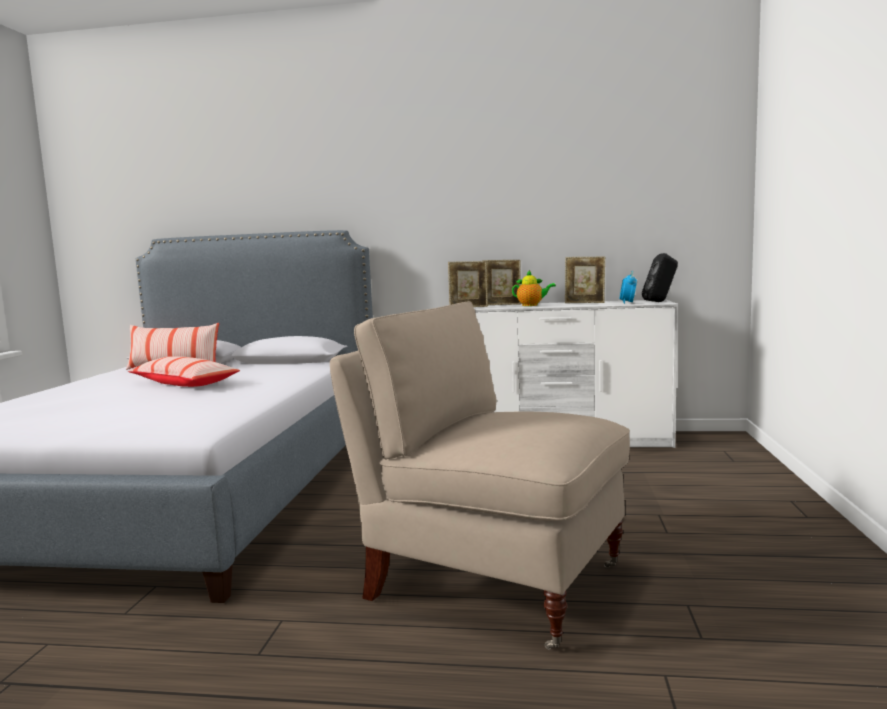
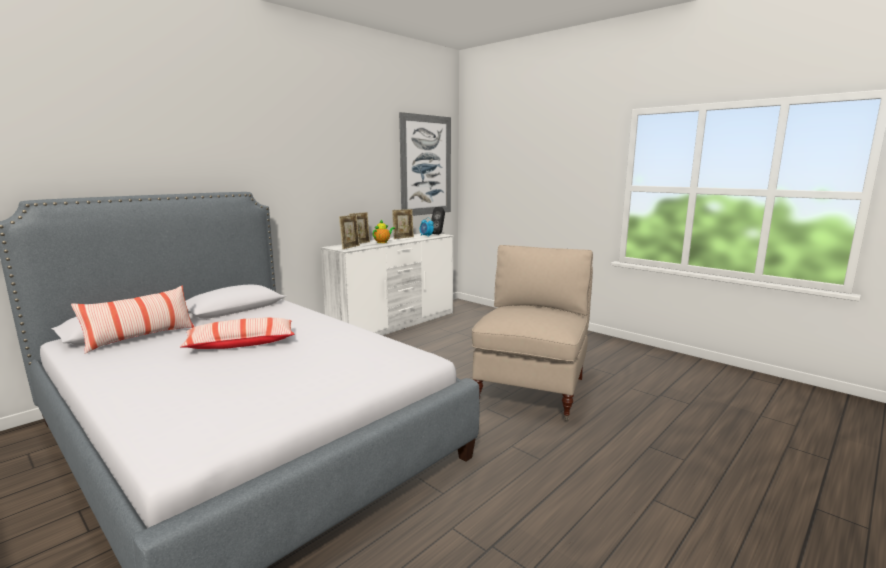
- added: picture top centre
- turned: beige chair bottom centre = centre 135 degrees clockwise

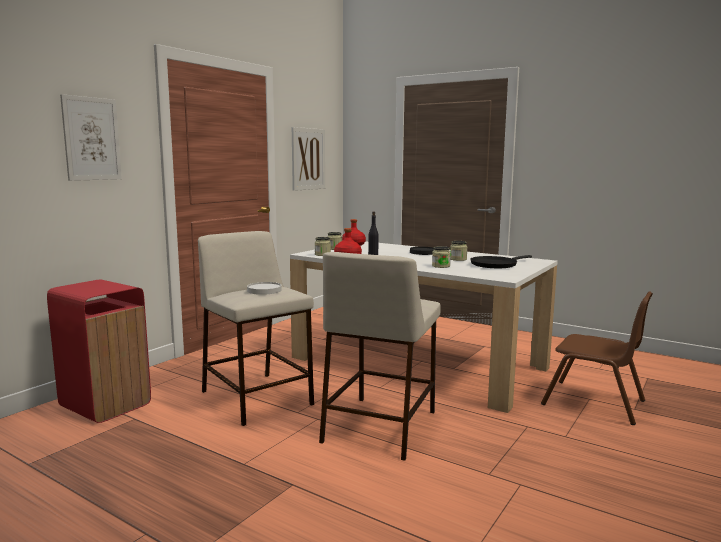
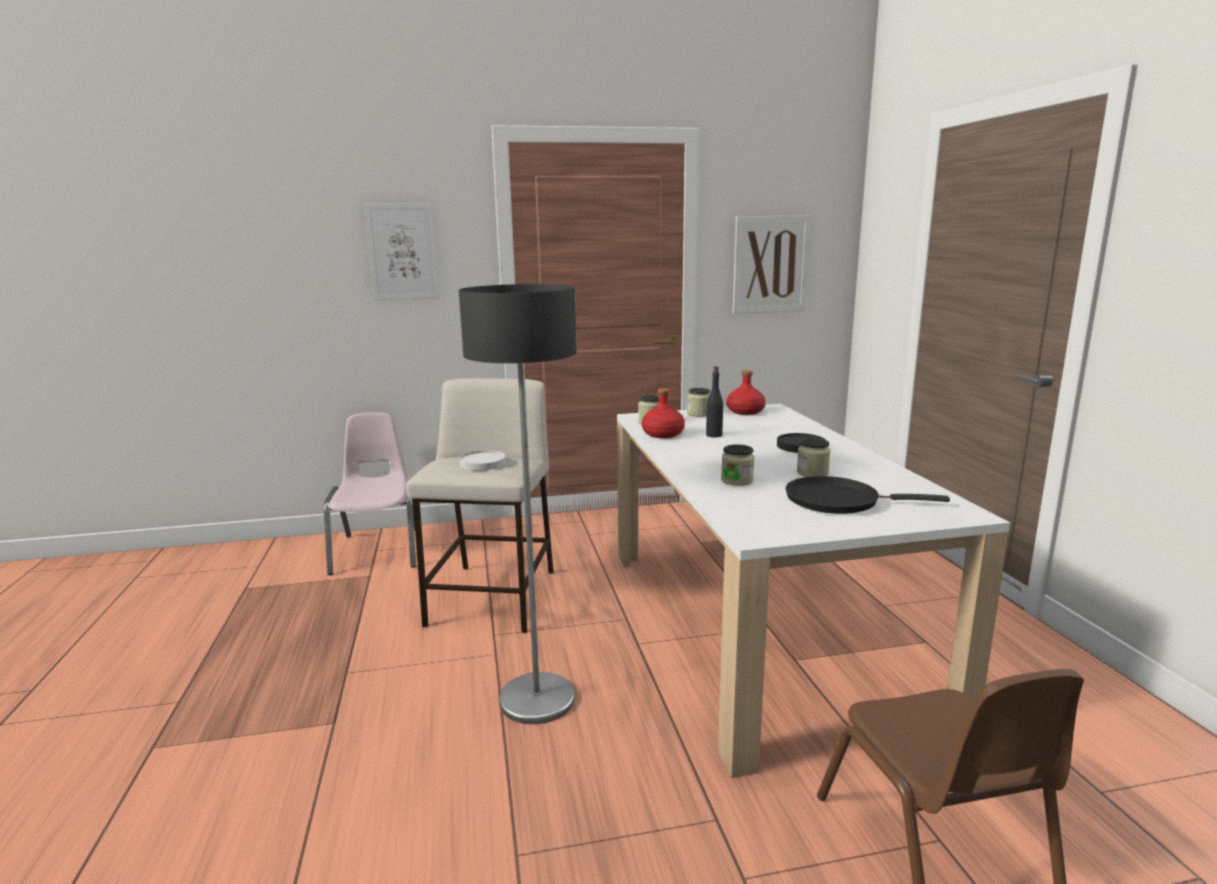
- replaced: red trash can middle left to pink chair middle left
- replaced: beige stool (2nd from left) centre to floor lamp centre

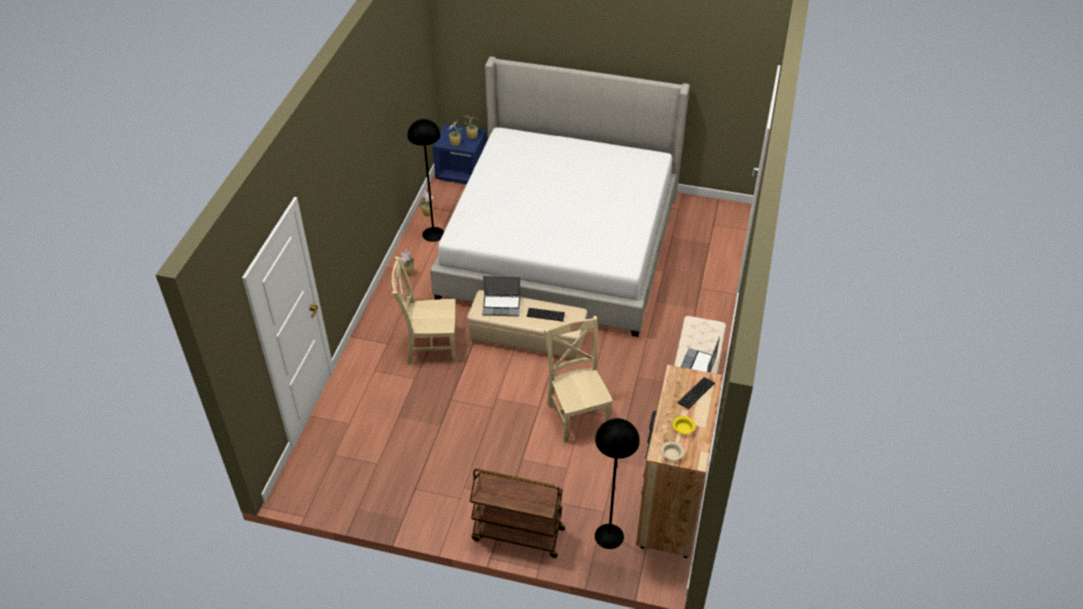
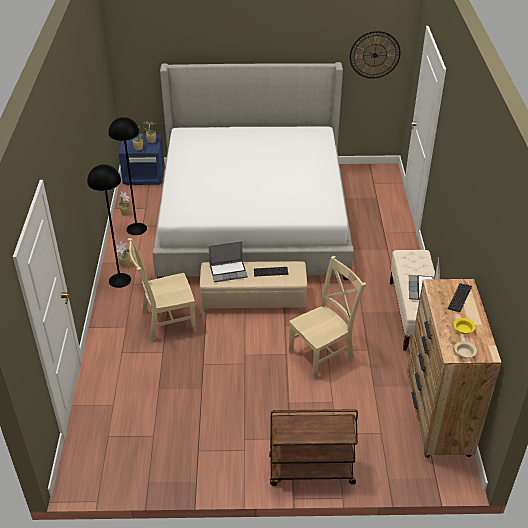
- moved: black floor lamp (2nd from left in the first image) bottom centre to black floor lamp (1st from left) middle left
- turned: beige chair (2nd from left) centre = centre 90 degrees clockwise
- added: wall clock top right

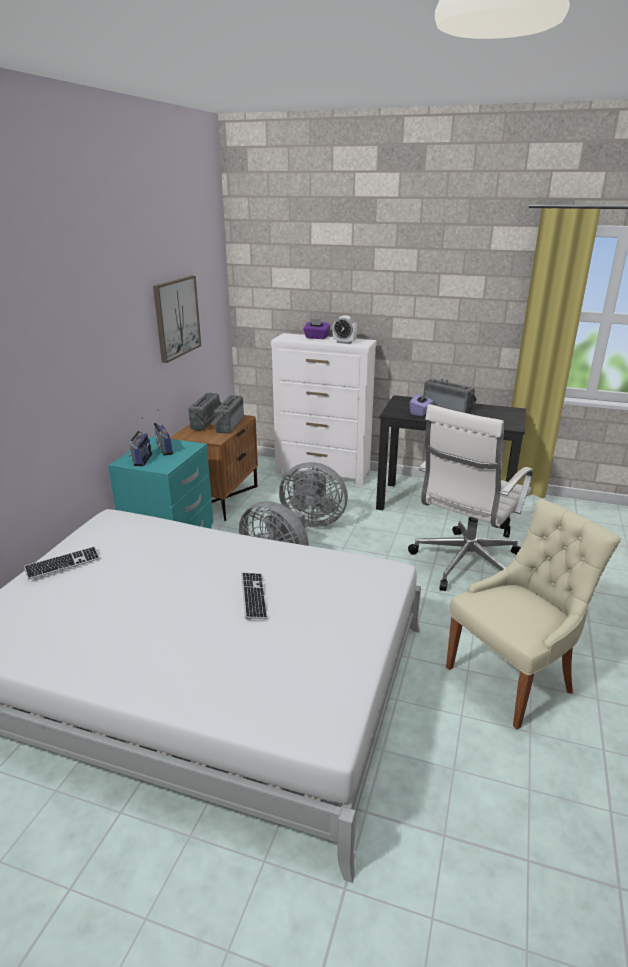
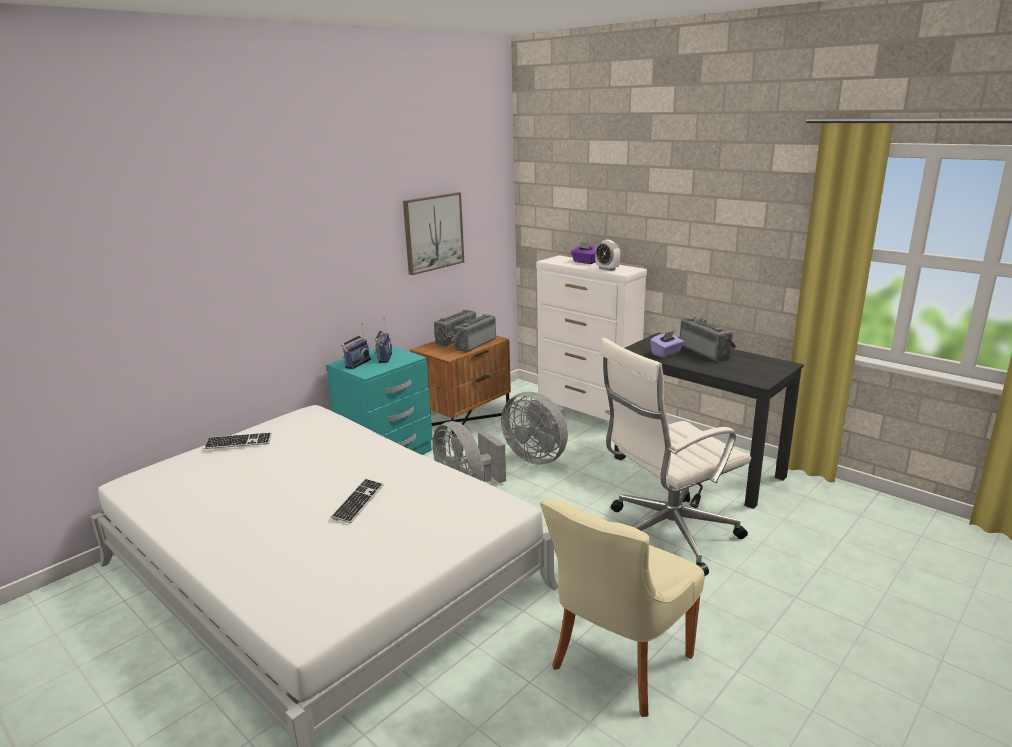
- turned: beige chair middle right = bottom centre 135 degrees clockwise

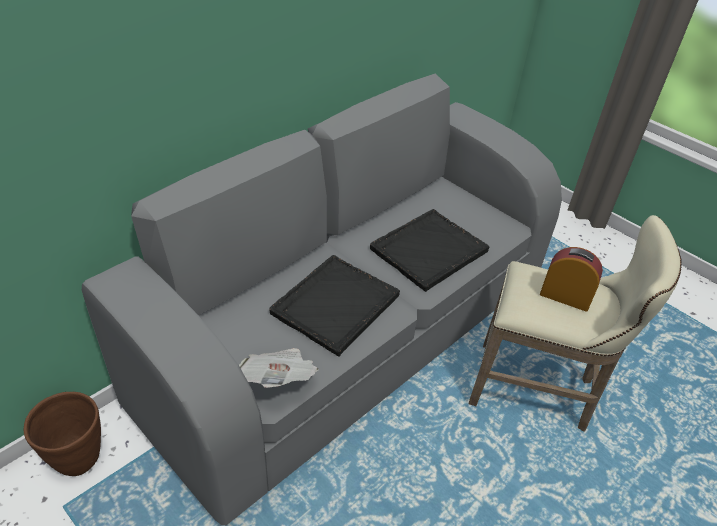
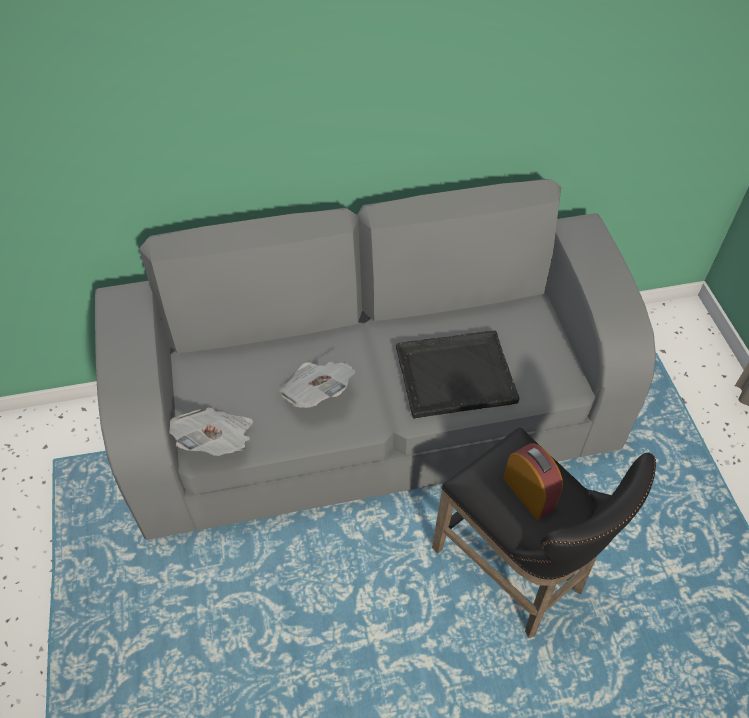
- replaced: black tray (1st from left) centre to newspaper (2nd from left) centre
- recoloured: beige stool middle right to black stool bottom right
- removed: brown planter bottom left

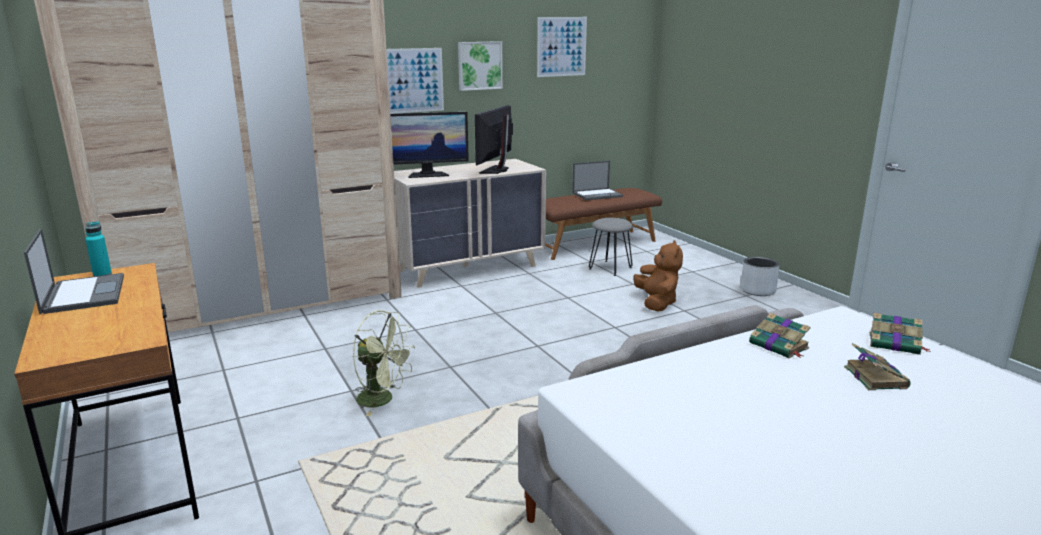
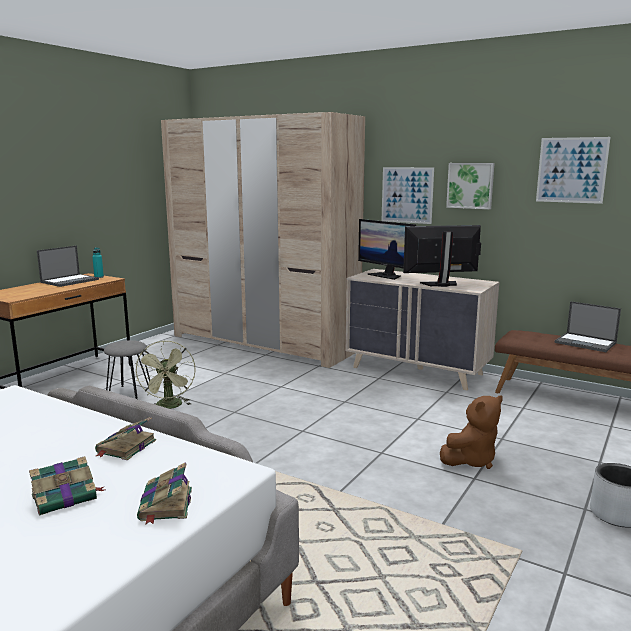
- moved: grey stool centre to middle left

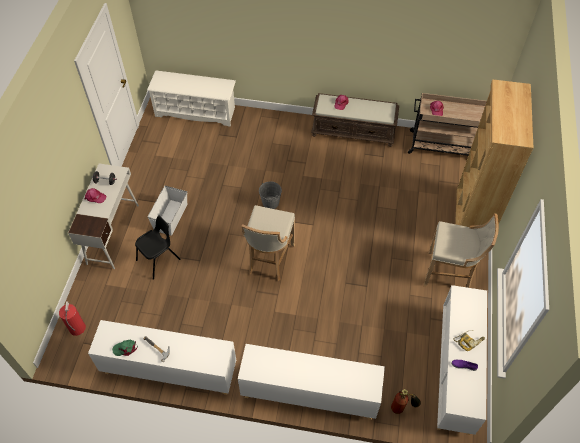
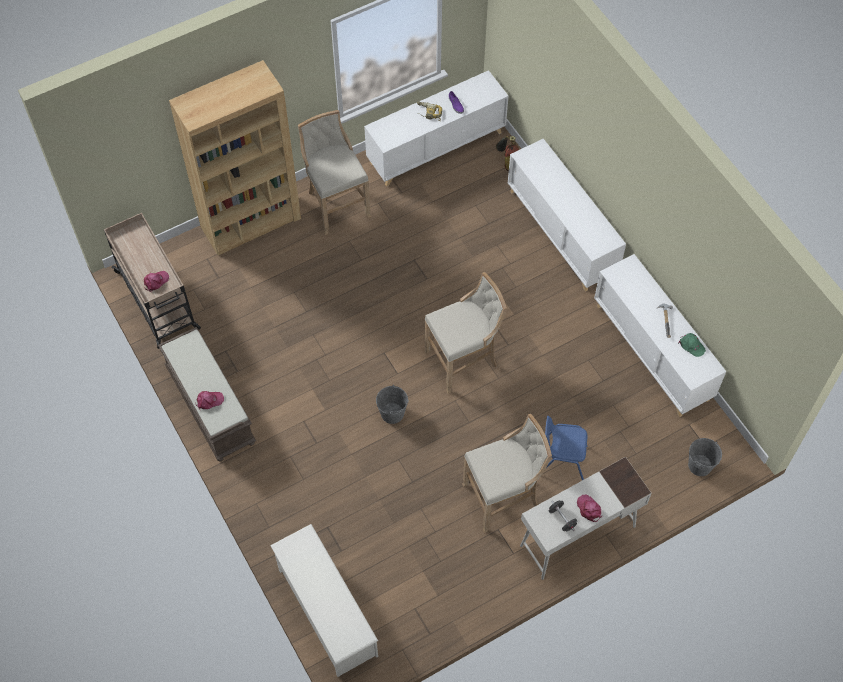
- replaced: white storage box middle left to beige stool (3rd from left) bottom centre
- recoloured: black chair middle left to blue chair middle right
- replaced: fire extinguisher (1st from left) bottom left to grey bucket (2nd from left) bottom right

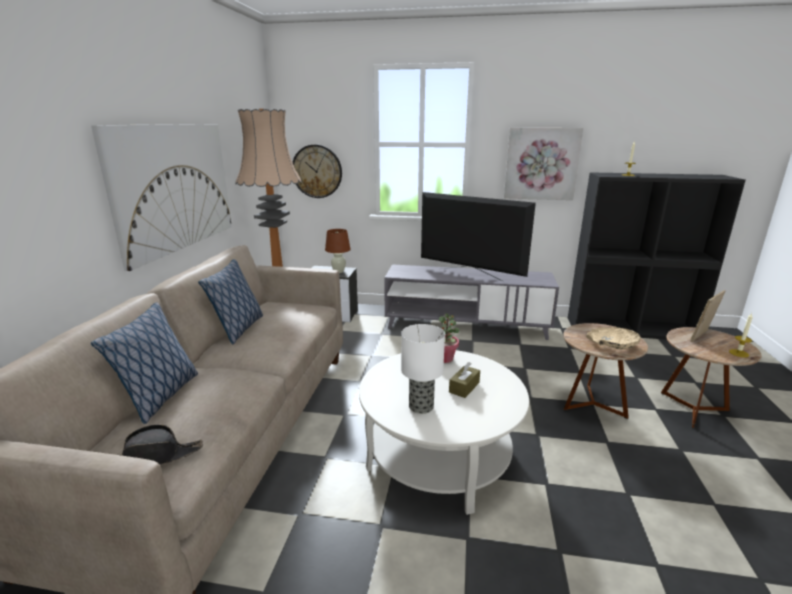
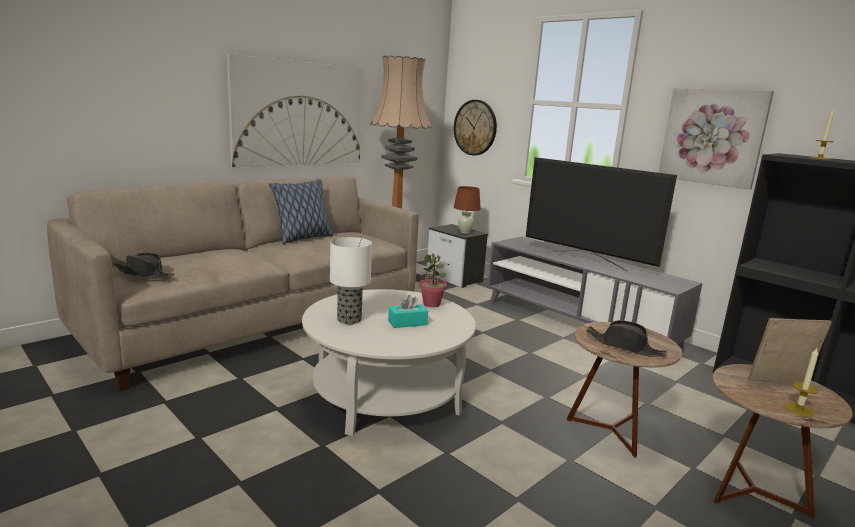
- recoloured: brown tissue box centre to turquoise tissue box centre
- turned: television centre = middle right 150 degrees clockwise
- replaced: beige bowl middle right to black hat (2nd from left) middle right
- removed: pillow (1st from left) middle left

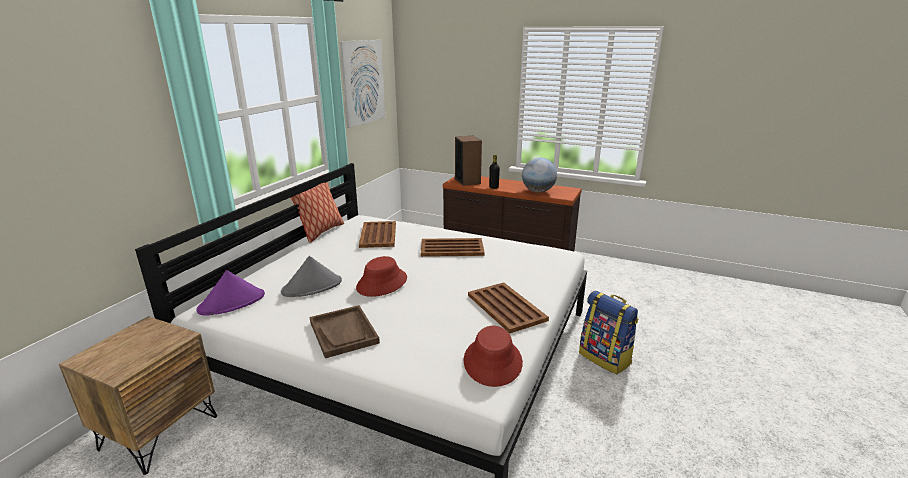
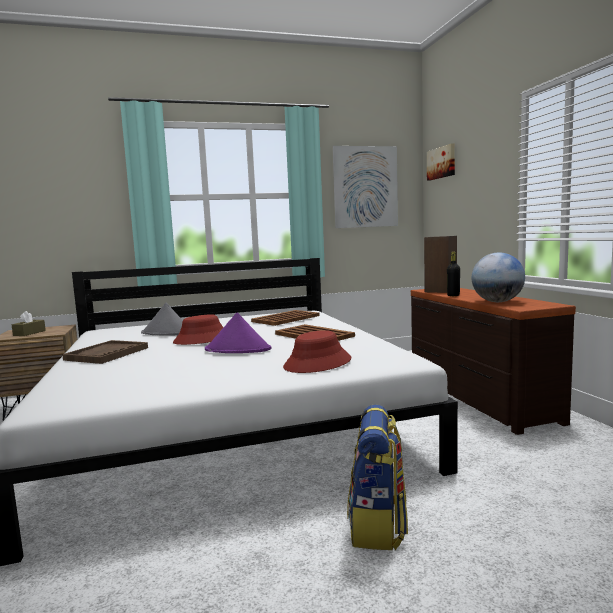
- added: brown tissue box middle left
- moved: purple hat middle left to centre
- moved: red hat (2nd from left) bottom centre to centre
- added: picture (2nd from left) top right
- removed: pillow centre
- removed: brown tray (4th from left) centre

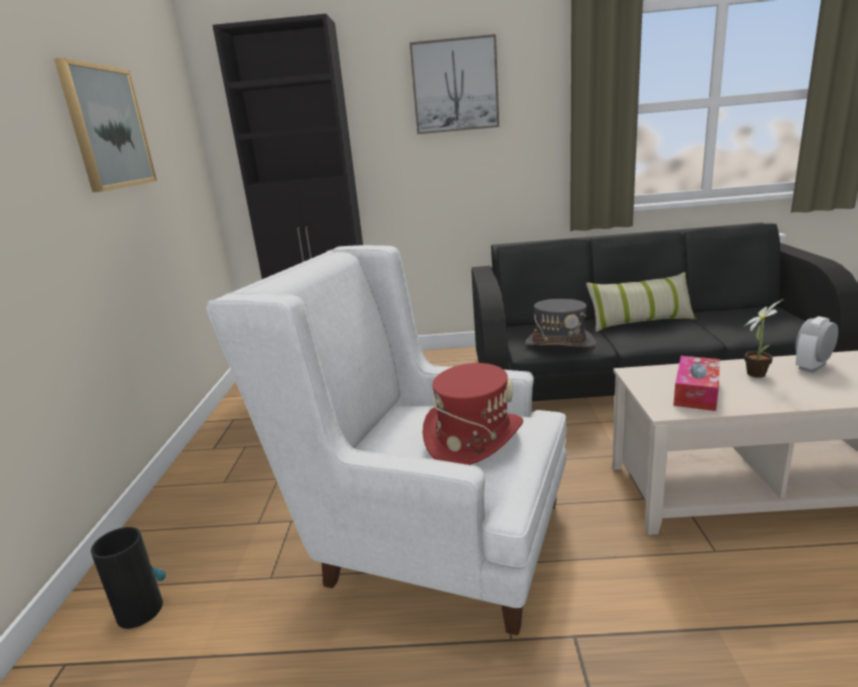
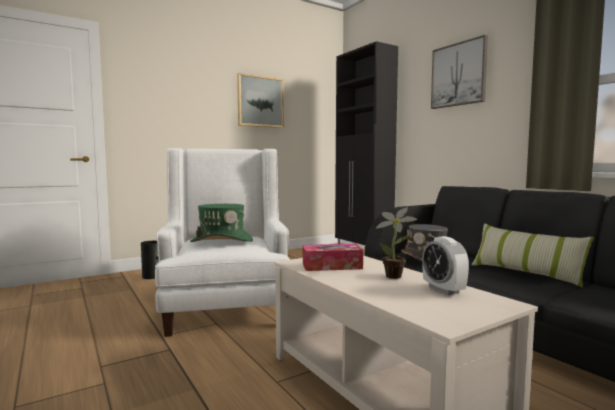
- recoloured: red hat centre to green hat centre
- turned: alarm clock middle right = middle right 135 degrees counterclockwise

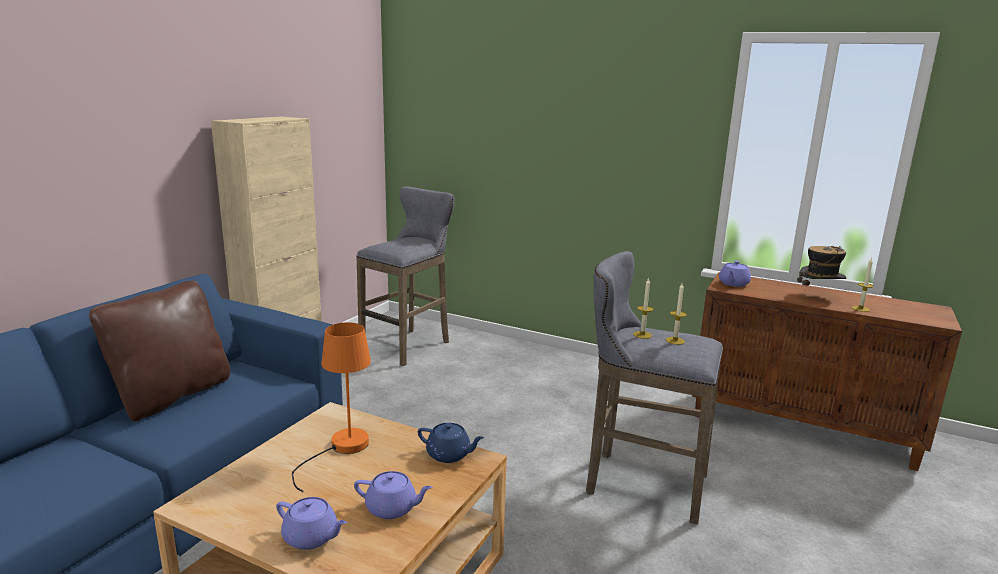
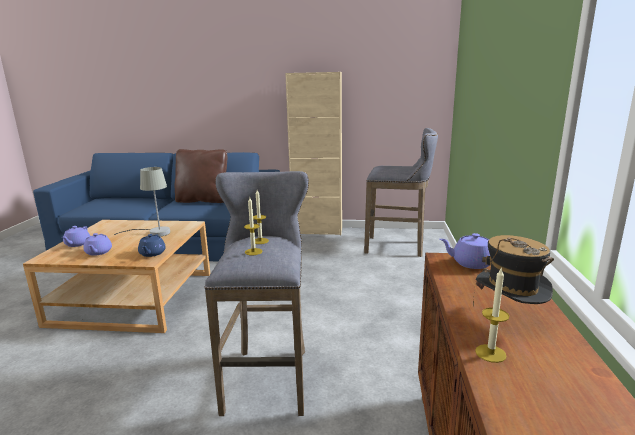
- recoloured: orange table lamp bottom left to grey table lamp middle left

